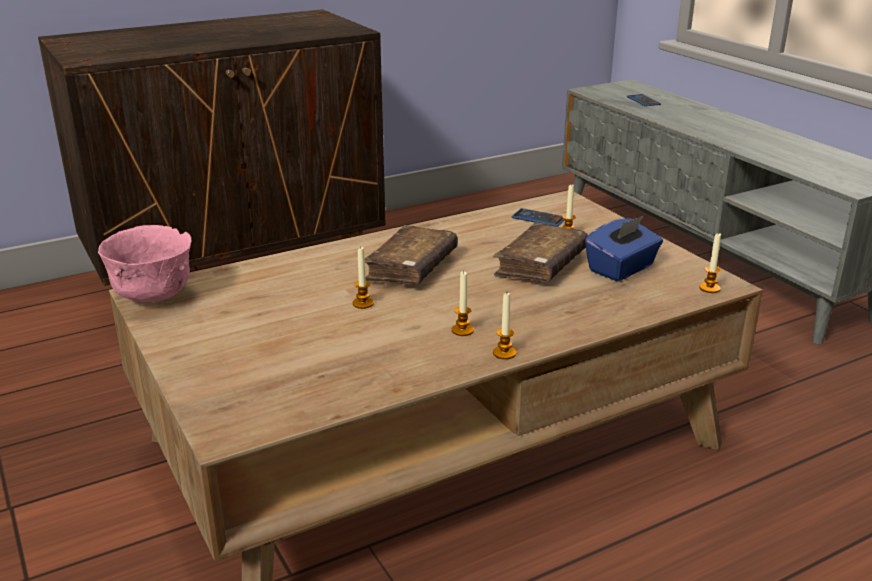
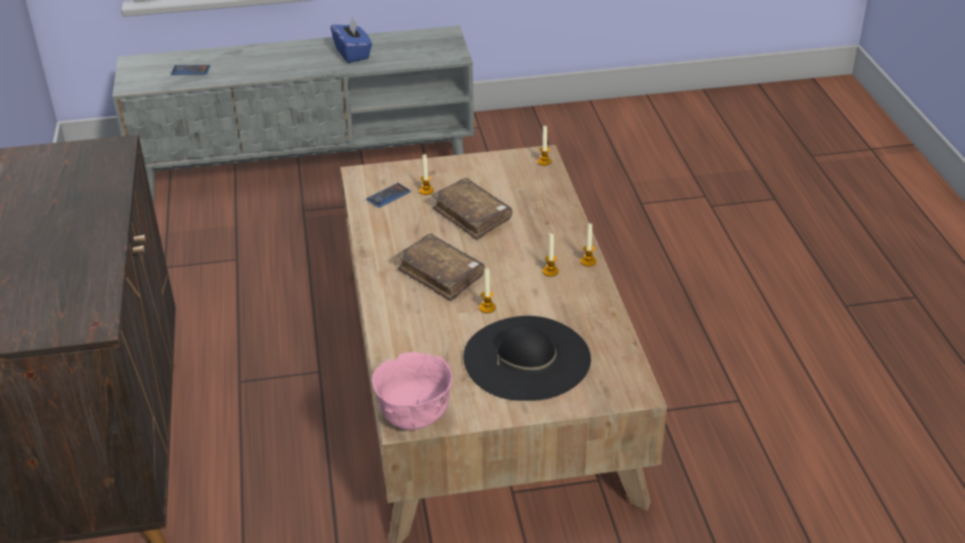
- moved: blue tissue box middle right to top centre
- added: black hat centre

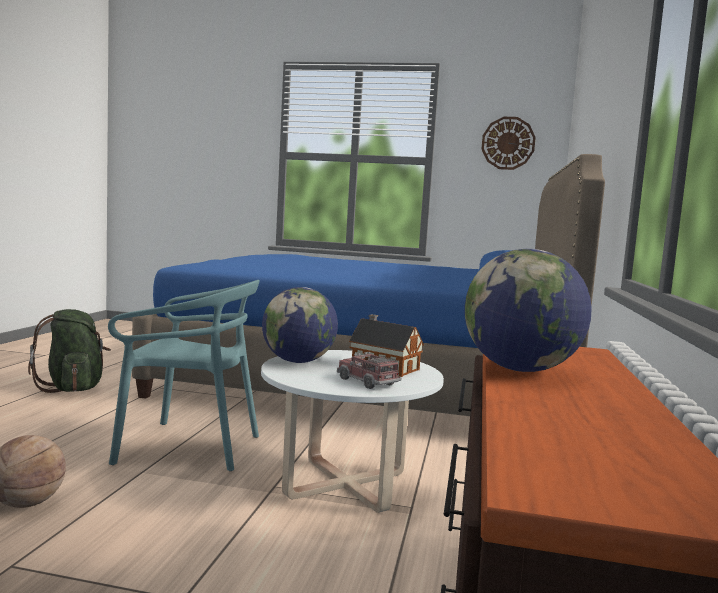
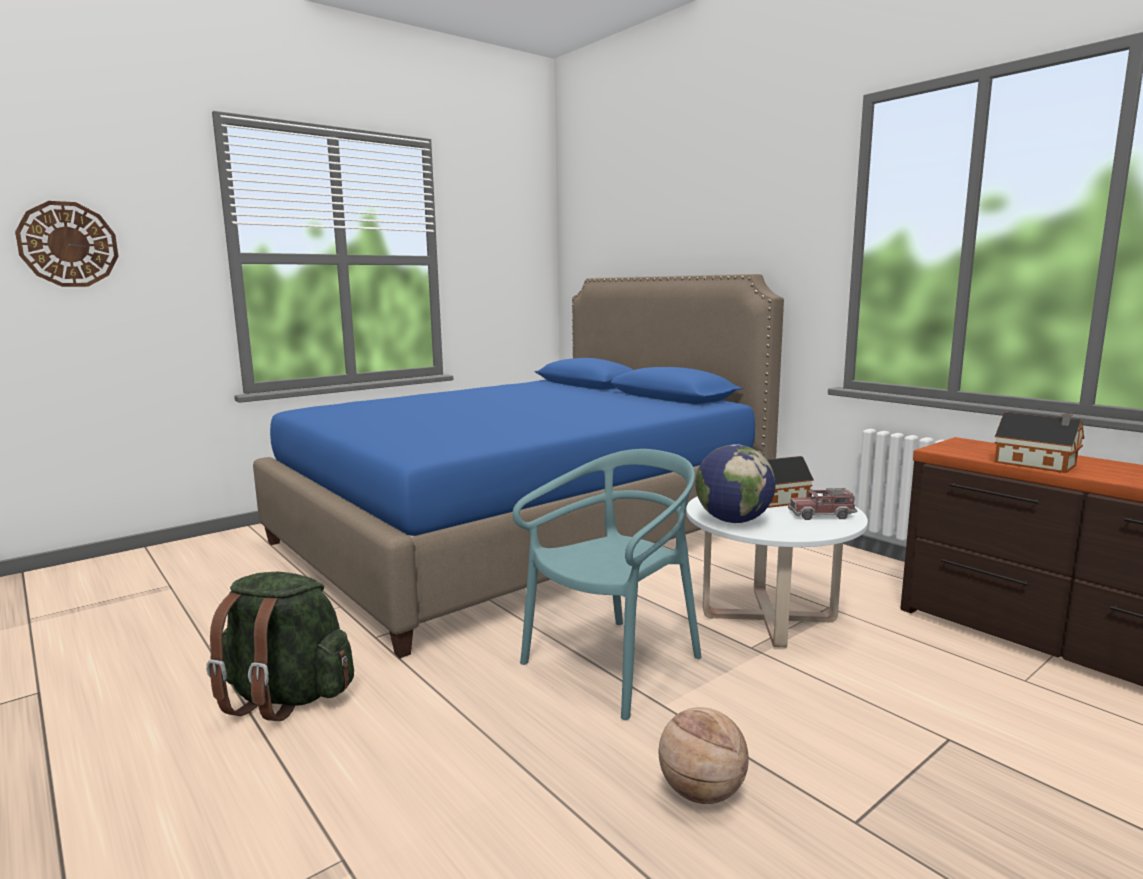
- moved: wall clock top right to top left
- replaced: globe (2nd from left) middle right to toy house (2nd from left) middle right

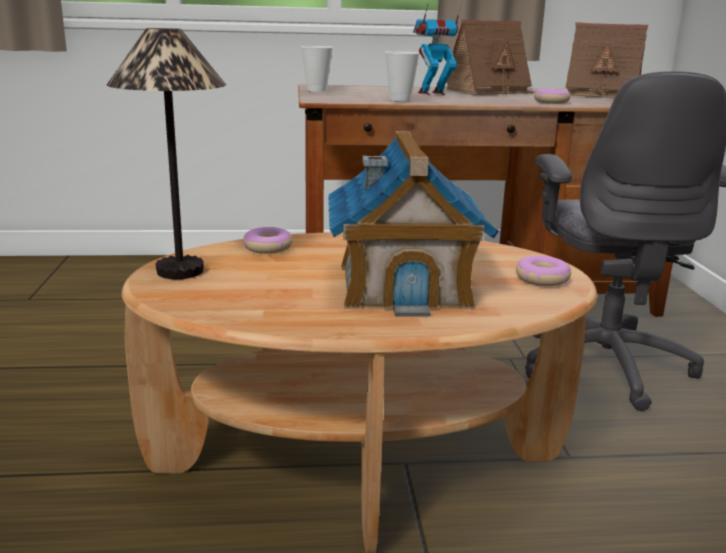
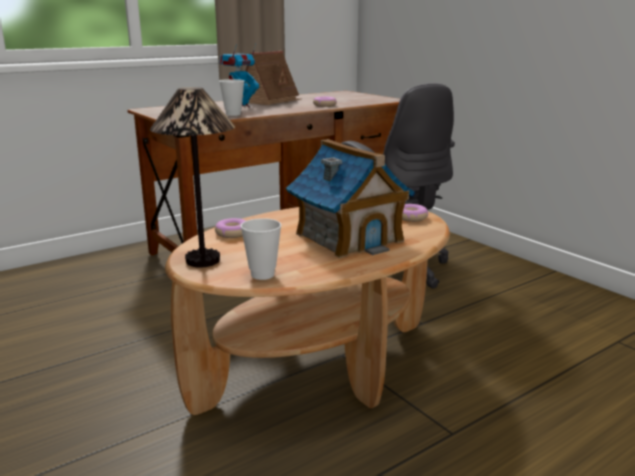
- moved: cup (1st from left in the first image) top centre to cup (2nd from left) centre
- removed: toy house (3rd from left) top right

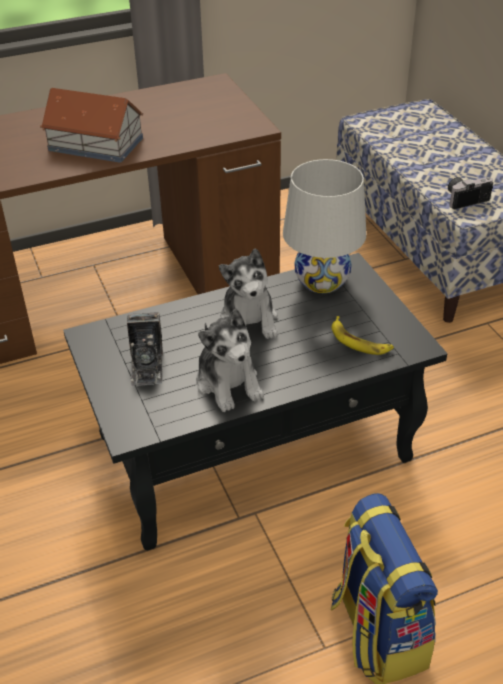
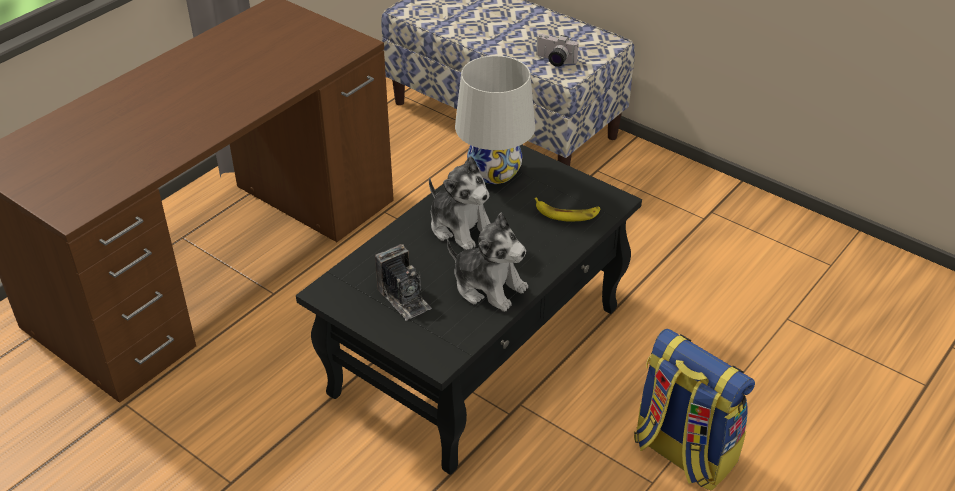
- turned: photo camera (2nd from left) top right = top centre 105 degrees counterclockwise
- removed: toy house top left

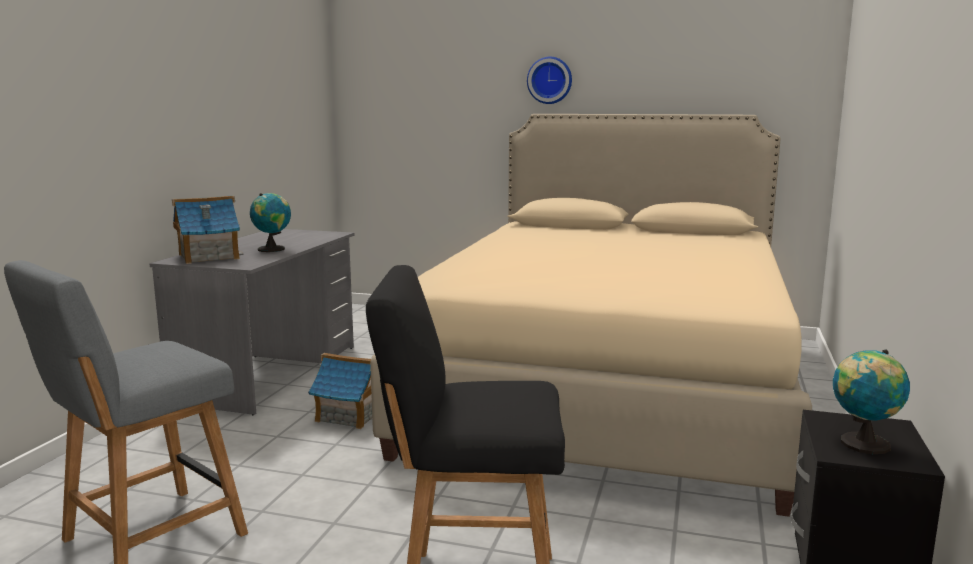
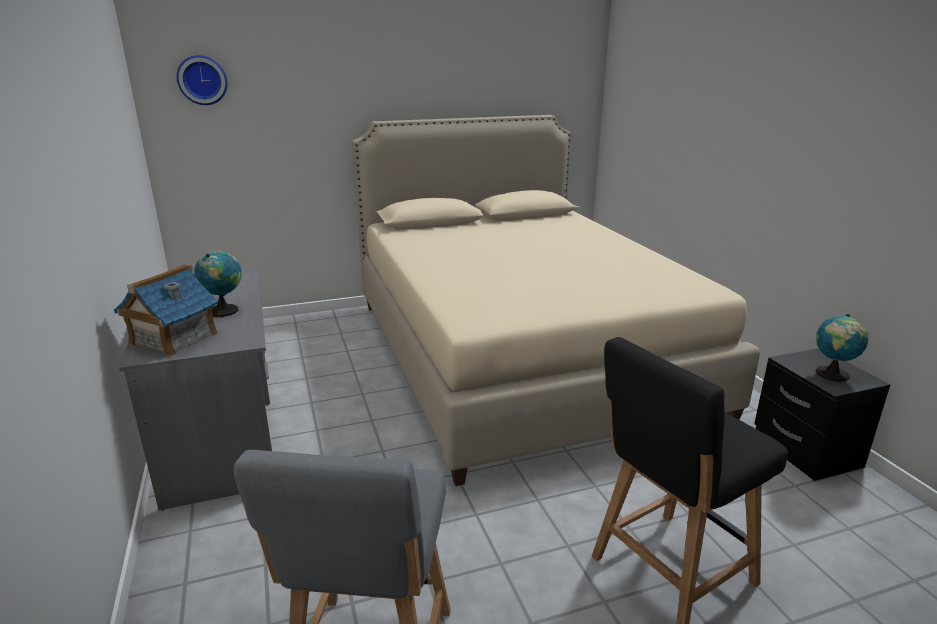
- moved: wall clock top centre to top left
- removed: toy house (2nd from left) bottom centre

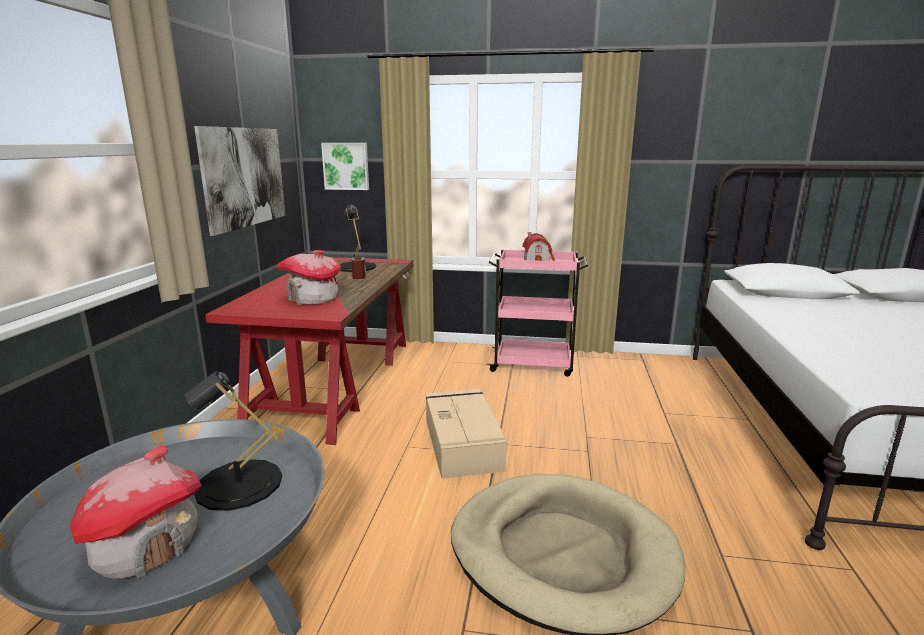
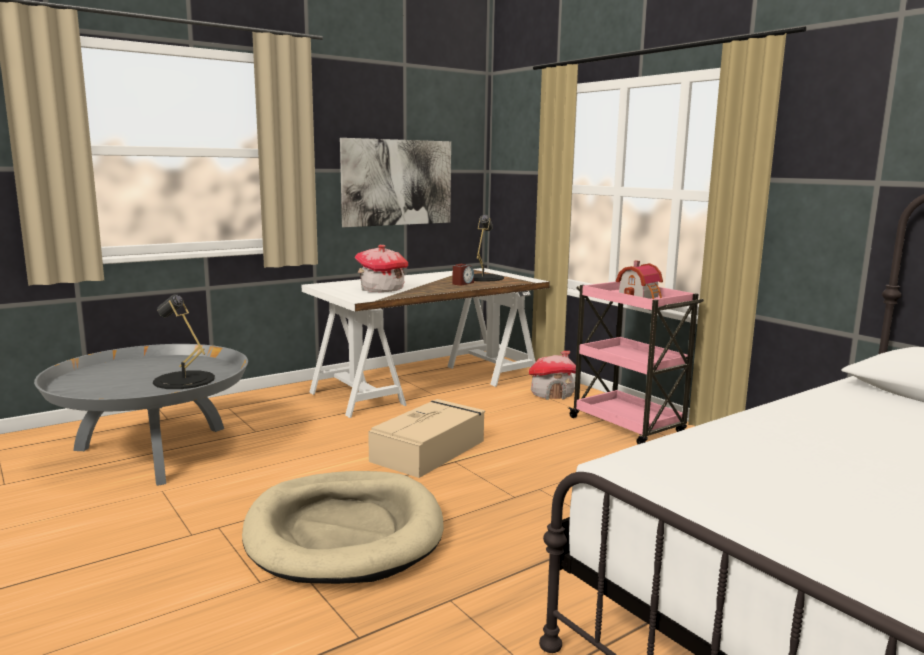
- recoloured: red desk centre to white desk centre
- moved: toy house (1st from left in the first image) bottom left to toy house (2nd from left) centre
- removed: picture (2nd from left) top centre

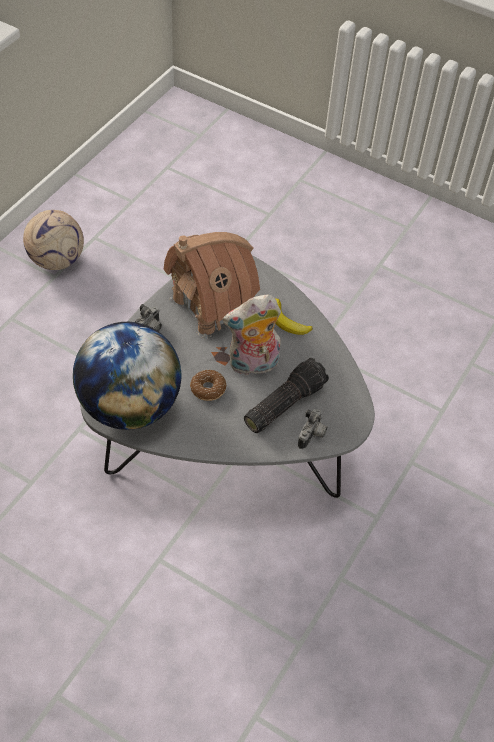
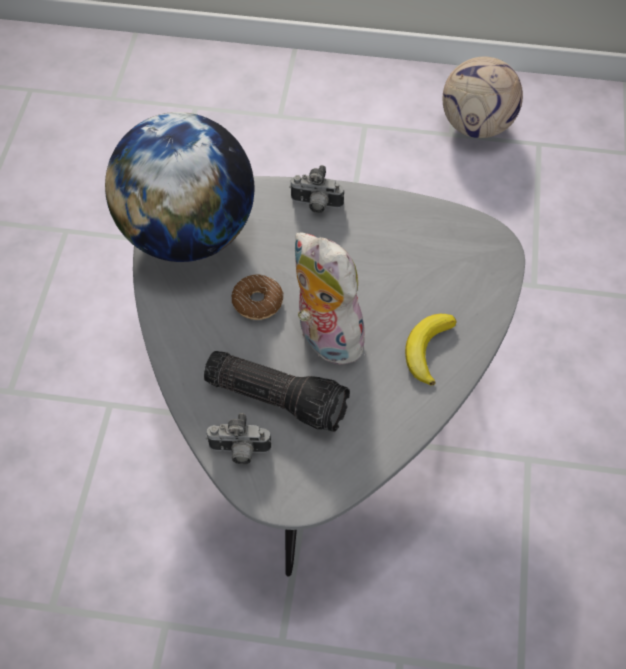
- removed: toy house centre

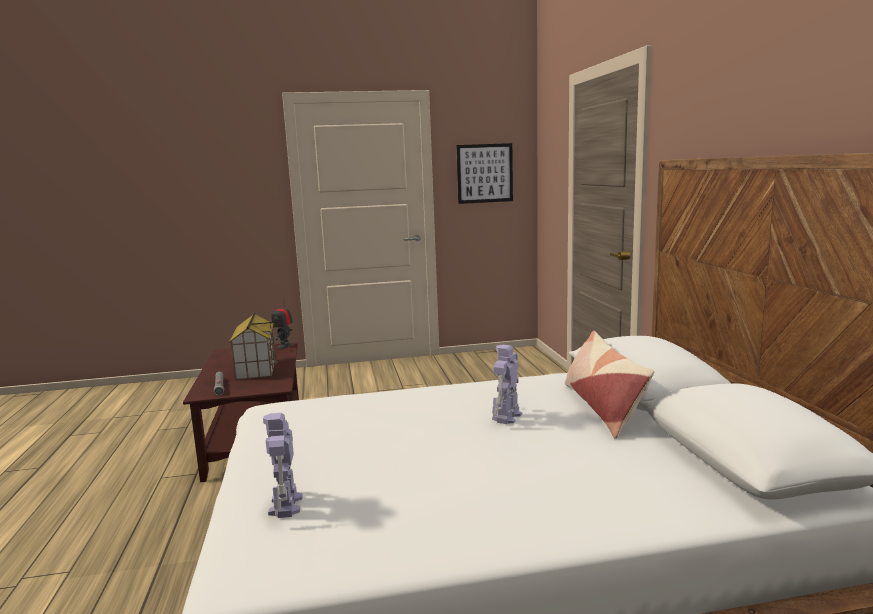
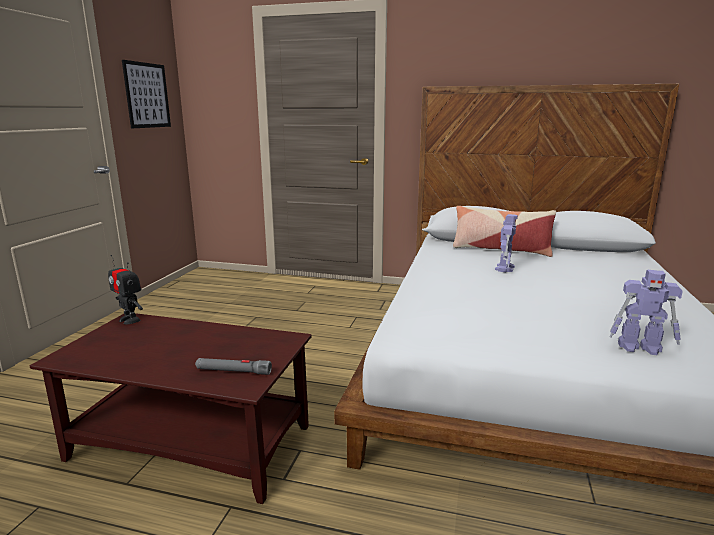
- turned: toy robot (3rd from left in the first image) centre = middle right 120 degrees counterclockwise
- removed: toy house middle left

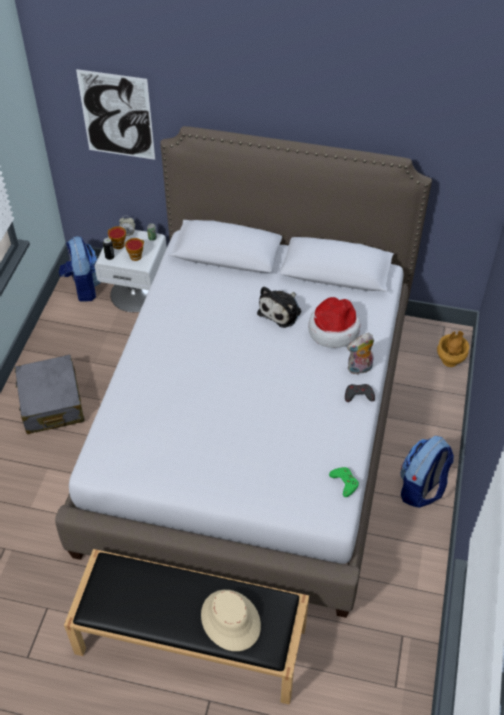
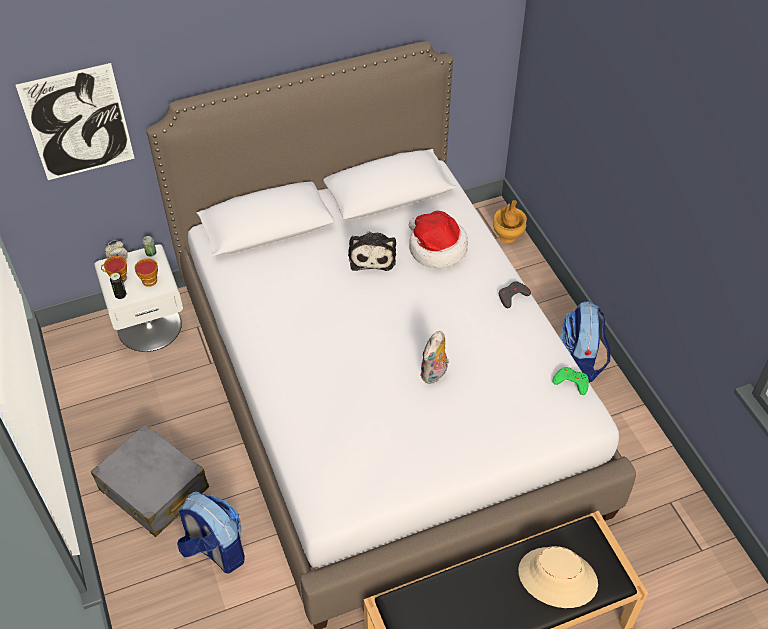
- moved: backpack (1st from left) middle left to bottom left
- moved: plush toy (2nd from left) middle right to centre

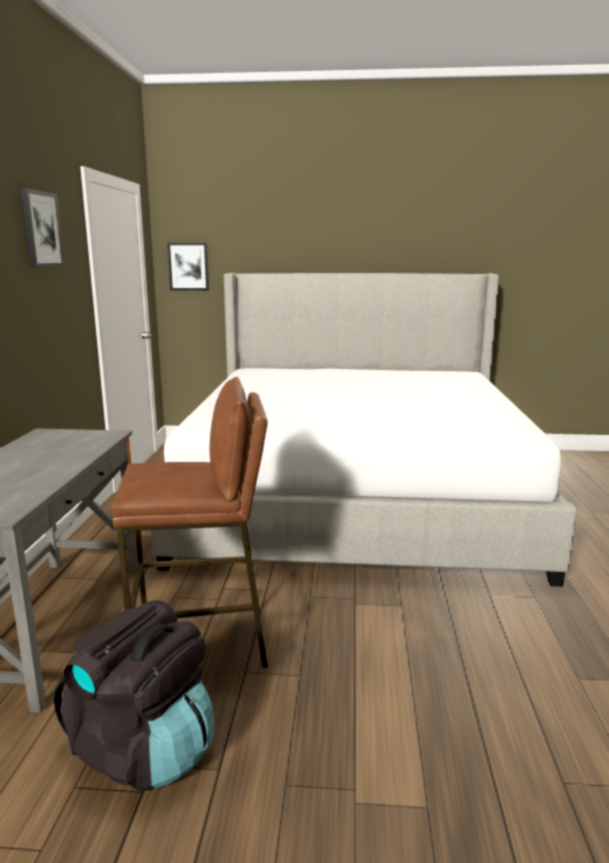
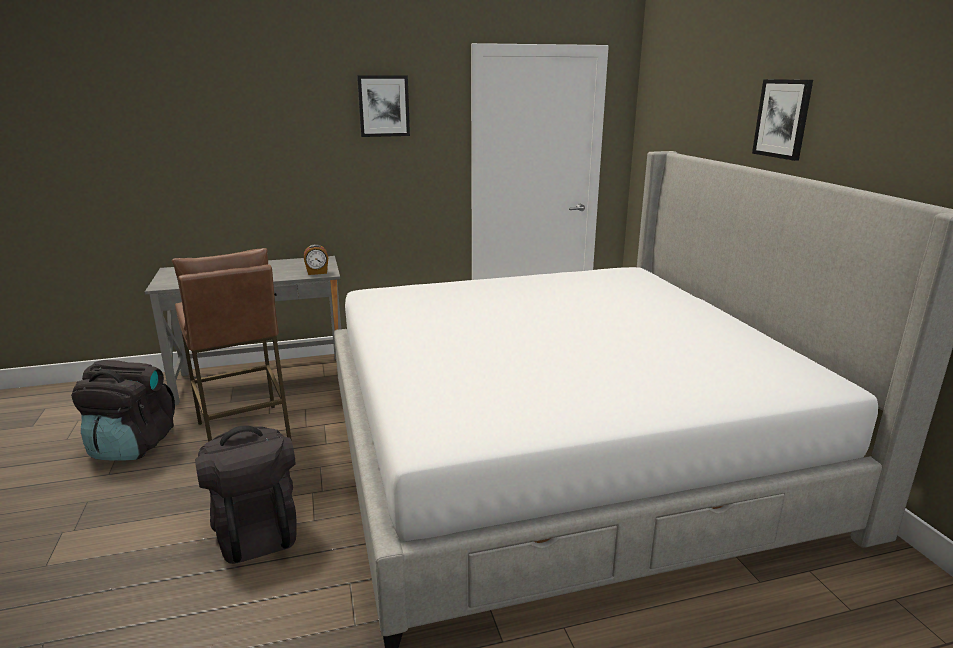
- added: black backpack (2nd from left) bottom left
- added: alarm clock middle left
- moved: picture (2nd from left) top left to top right

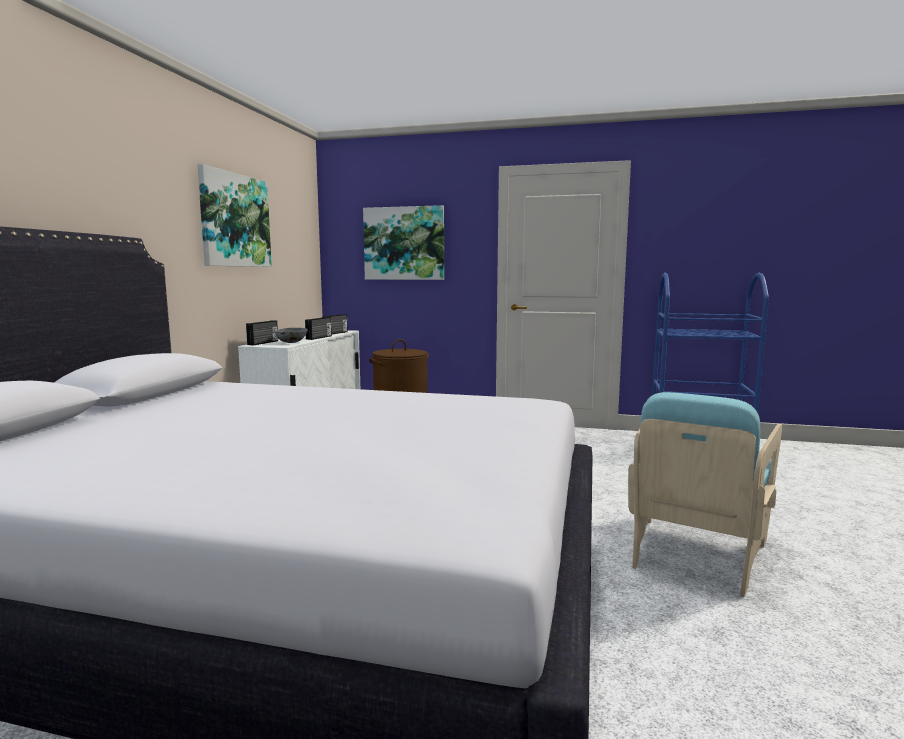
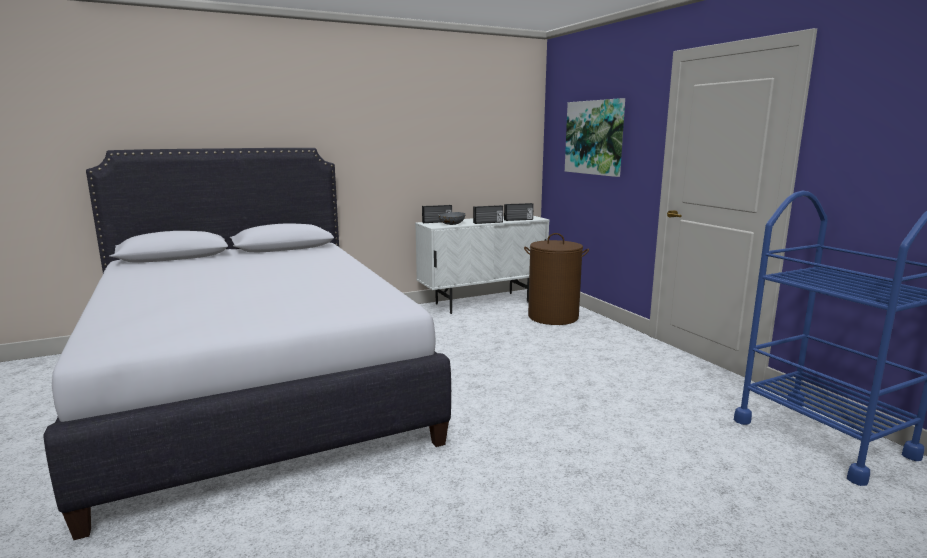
- removed: picture (1st from left) top left
- removed: turquoise armchair bottom right

